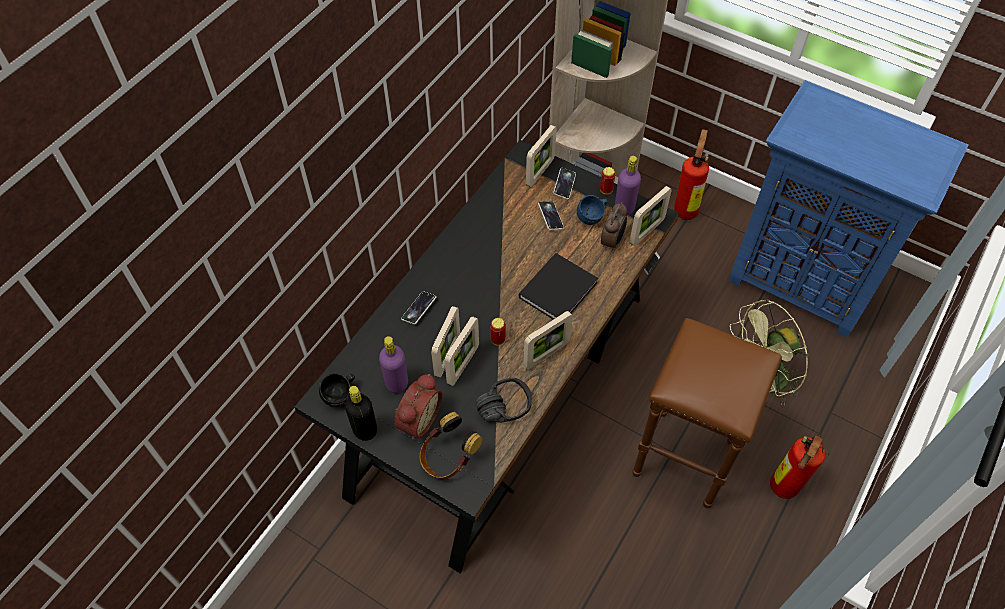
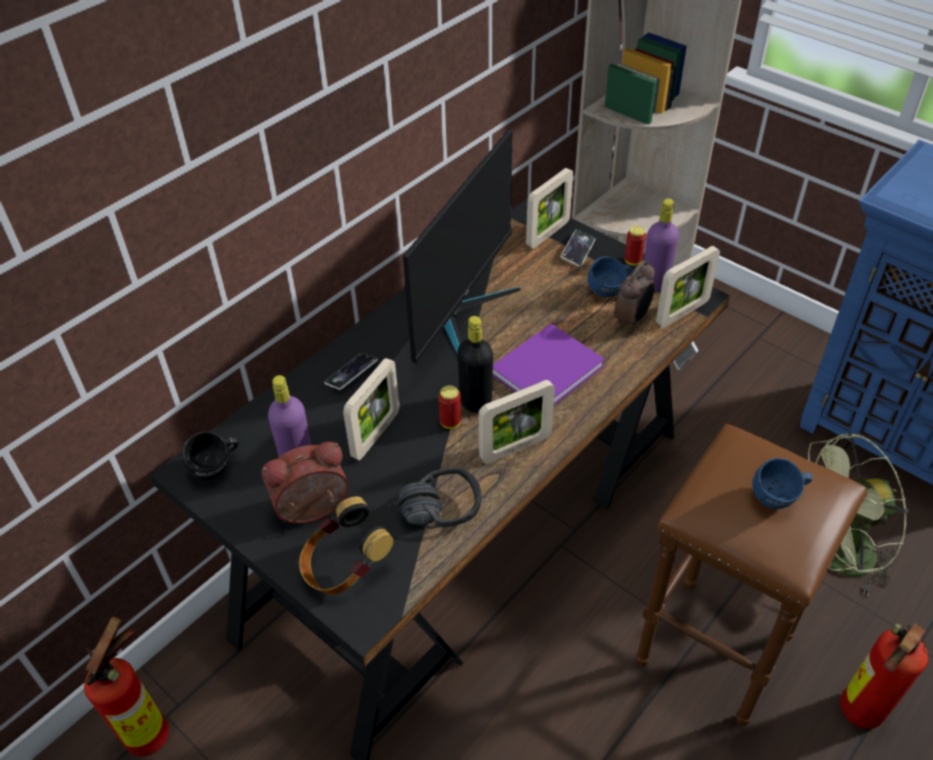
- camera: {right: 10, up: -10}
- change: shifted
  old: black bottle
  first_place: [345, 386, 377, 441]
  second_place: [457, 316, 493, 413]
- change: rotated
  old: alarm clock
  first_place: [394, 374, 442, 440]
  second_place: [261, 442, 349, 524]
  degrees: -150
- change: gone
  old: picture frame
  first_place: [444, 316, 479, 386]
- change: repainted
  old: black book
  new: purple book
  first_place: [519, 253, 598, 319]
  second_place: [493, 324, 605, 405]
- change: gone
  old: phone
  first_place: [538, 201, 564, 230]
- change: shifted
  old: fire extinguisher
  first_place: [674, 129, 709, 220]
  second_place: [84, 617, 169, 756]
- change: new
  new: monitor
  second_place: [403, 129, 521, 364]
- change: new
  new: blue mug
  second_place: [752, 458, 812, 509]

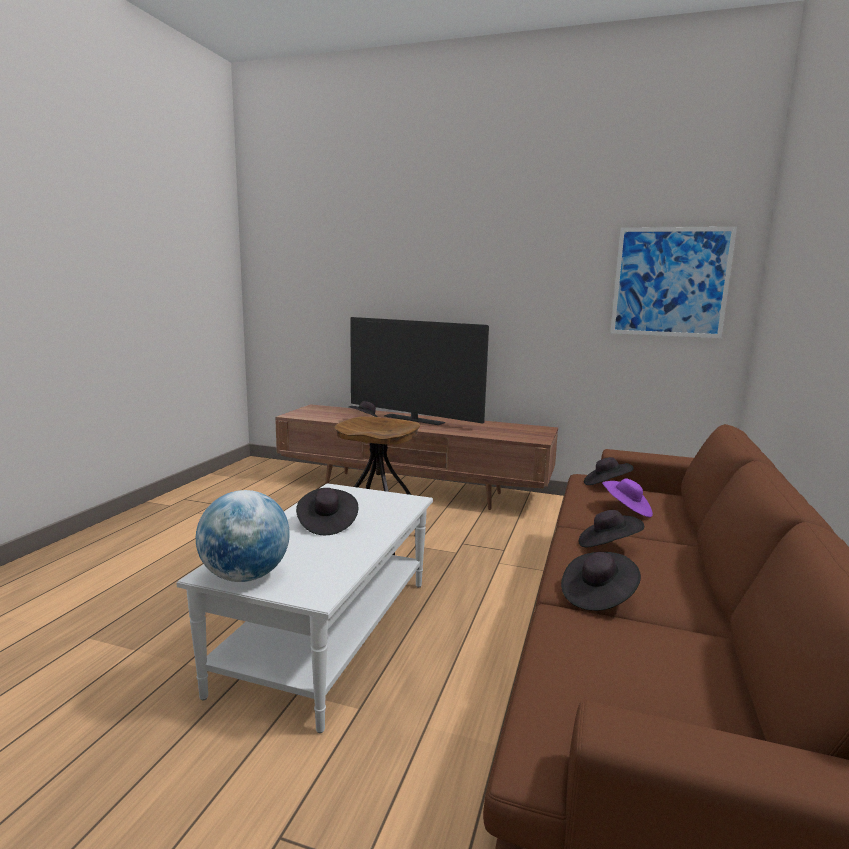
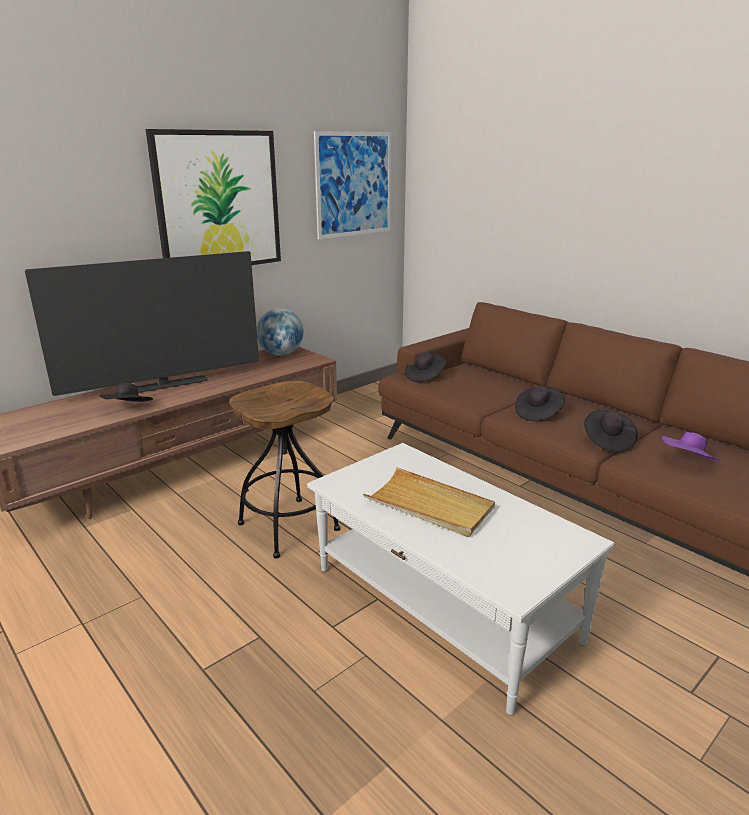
- camera: {right: -60, up: 10}
- change: shifted
  old: globe
  first_place: [196, 490, 290, 582]
  second_place: [257, 308, 304, 356]
- change: swapped
  old: black hat
  new: beige tray
  first_place: [296, 488, 358, 535]
  second_place: [363, 467, 495, 537]
- change: shifted
  old: purple hat
  first_place: [602, 478, 653, 517]
  second_place: [662, 432, 720, 462]
- change: new
  new: picture
  second_place: [146, 129, 281, 265]

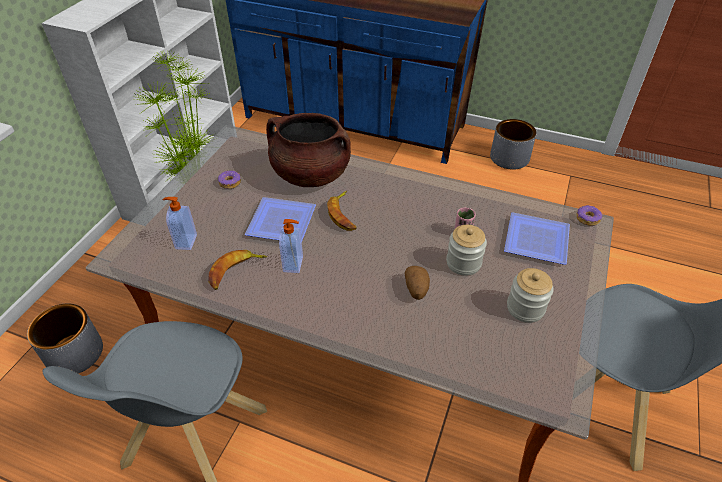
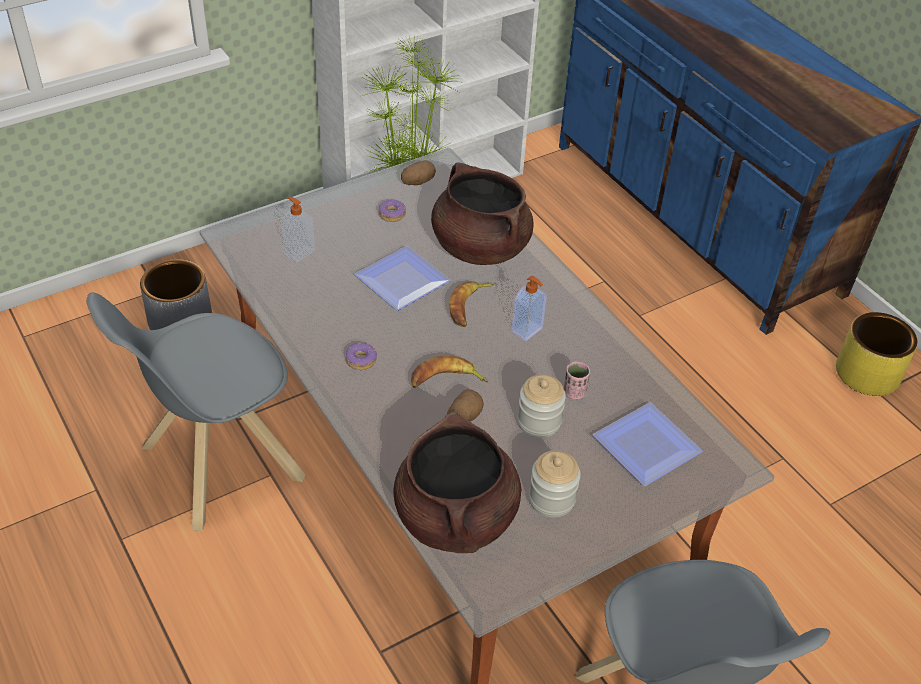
- camera: {right: 35, up: 0}
- change: shifted
  old: banana
  first_place: [208, 250, 267, 290]
  second_place: [411, 355, 488, 388]
- change: shifted
  old: soap dispenser
  first_place: [279, 219, 303, 273]
  second_place: [511, 275, 547, 341]
- change: repainted
  old: grey planter
  new: yellow planter
  first_place: [490, 119, 537, 169]
  second_place: [836, 312, 918, 396]
- change: shifted
  old: donut
  first_place: [577, 205, 602, 226]
  second_place: [346, 343, 377, 370]
- change: new
  new: brown cooking pot
  second_place: [393, 412, 521, 553]
- change: new
  new: potato
  second_place: [401, 160, 436, 185]

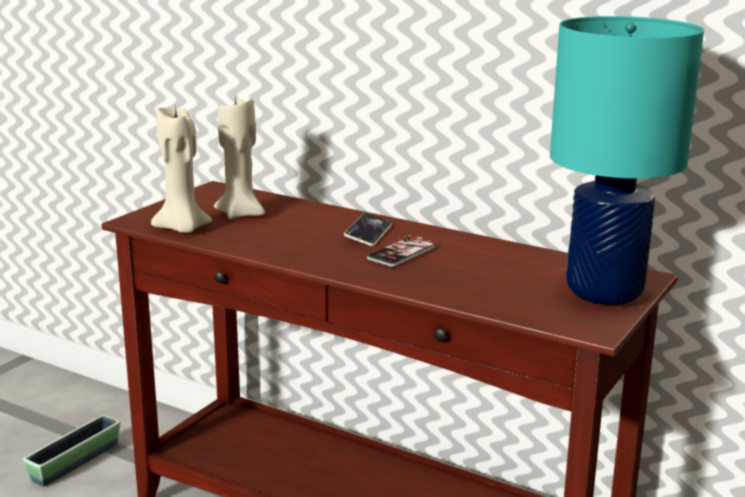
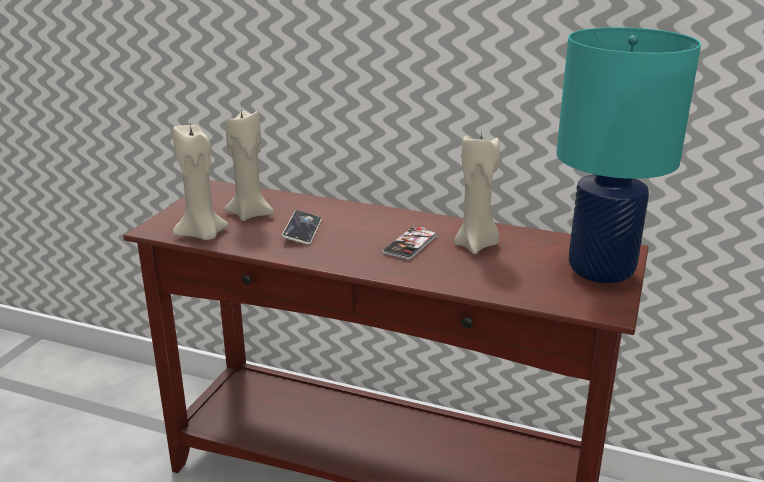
- camera: {right: -10, up: 5}
- change: gone
  old: planter
  first_place: [23, 415, 120, 486]
- change: shifted
  old: phone
  first_place: [344, 213, 392, 246]
  second_place: [282, 210, 322, 245]
- change: new
  new: beige candle
  second_place: [454, 132, 500, 254]

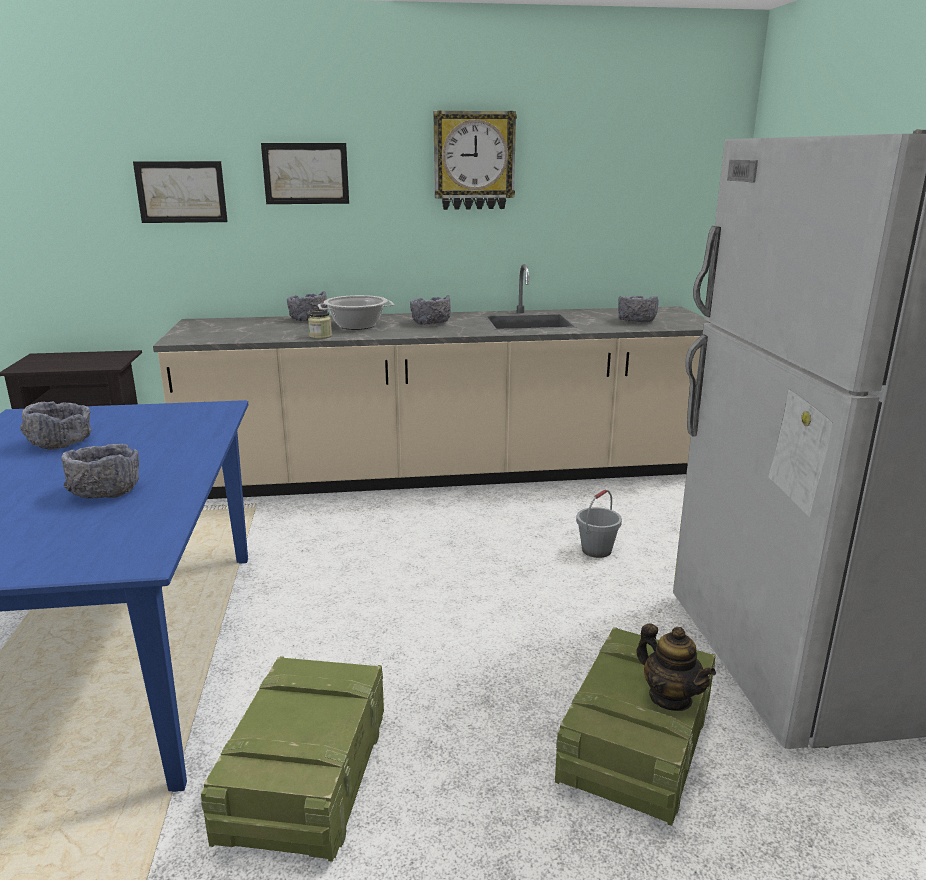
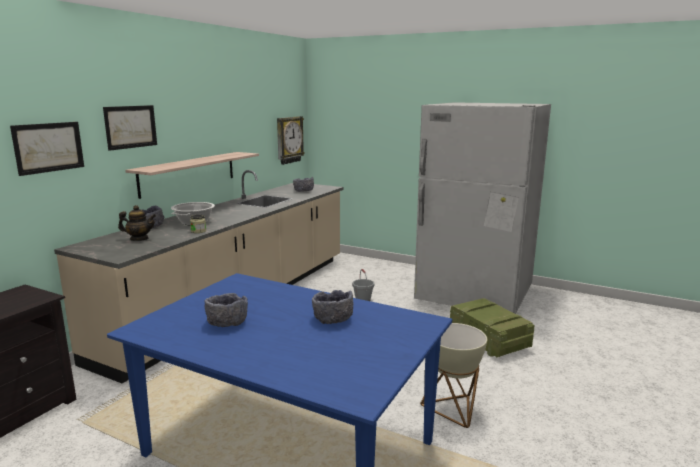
- camera: {right: -55, up: -5}
- change: swapped
  old: crate
  new: planter
  first_place: [201, 656, 384, 862]
  second_place: [420, 323, 487, 428]
- change: gone
  old: grey bowl
  first_place: [410, 295, 451, 325]
- change: shifted
  old: wall clock
  first_place: [433, 110, 517, 210]
  second_place: [277, 116, 305, 165]
- change: shifted
  old: teapot
  first_place: [636, 624, 716, 711]
  second_place: [118, 205, 156, 241]
- change: new
  new: shelf
  second_place: [125, 152, 259, 199]

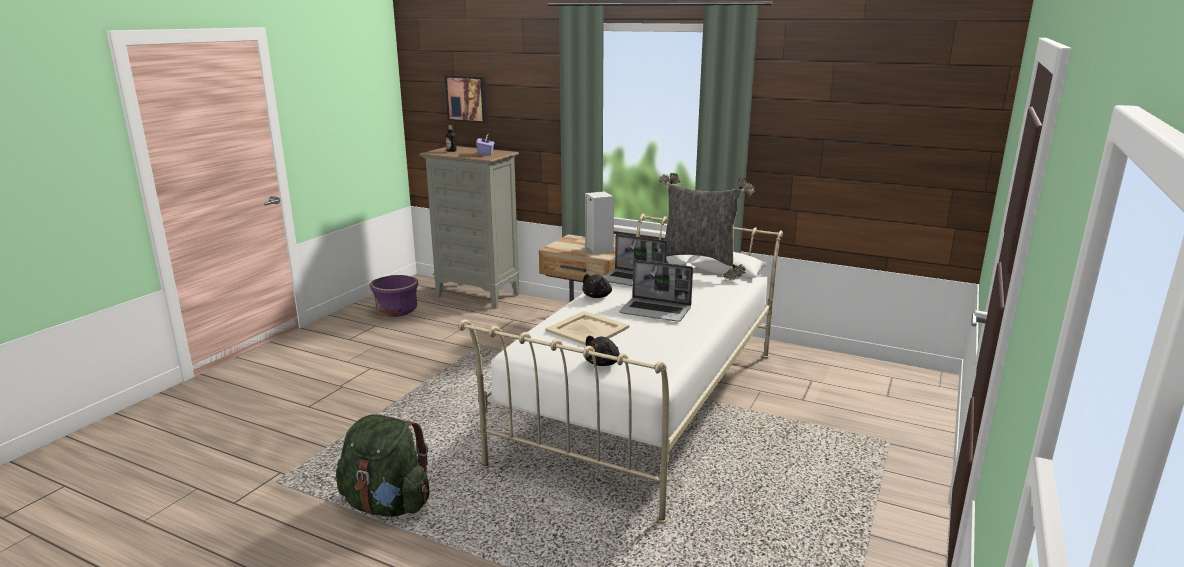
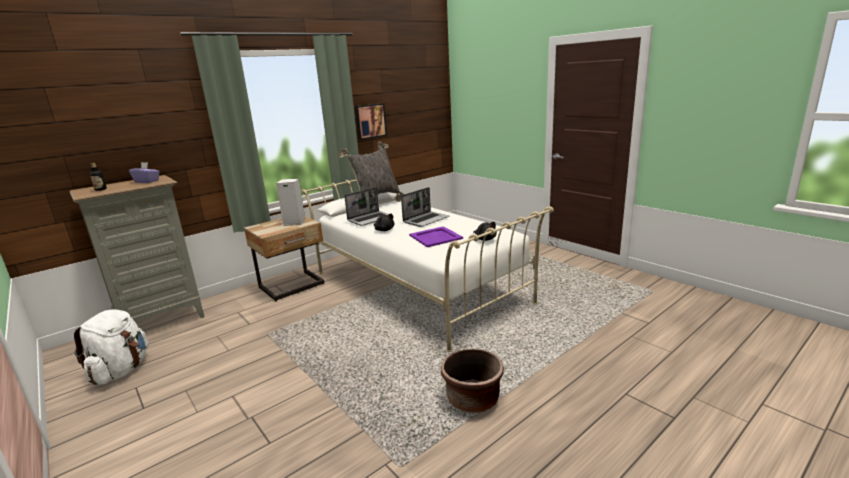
- camera: {right: -65, up: 0}
- change: swapped
  old: green backpack
  new: brown planter
  first_place: [336, 414, 430, 517]
  second_place: [441, 349, 504, 413]
- change: swapped
  old: purple planter
  new: white backpack
  first_place: [370, 275, 418, 317]
  second_place: [74, 309, 149, 385]
- change: shifted
  old: picture
  first_place: [445, 75, 487, 123]
  second_place: [355, 103, 387, 140]
- change: repainted
  old: beige tray
  new: purple tray
  first_place: [545, 311, 629, 345]
  second_place: [409, 226, 463, 247]

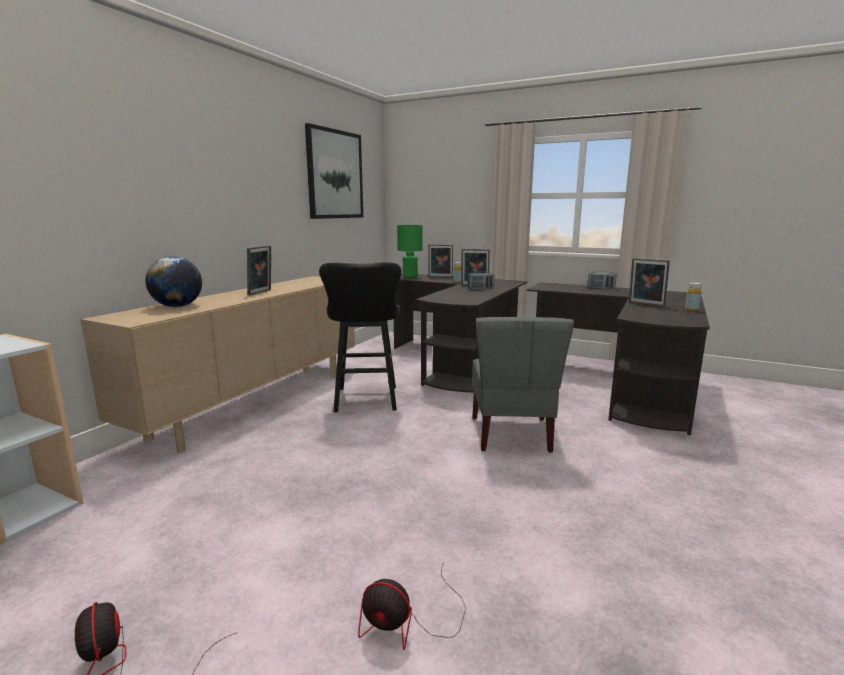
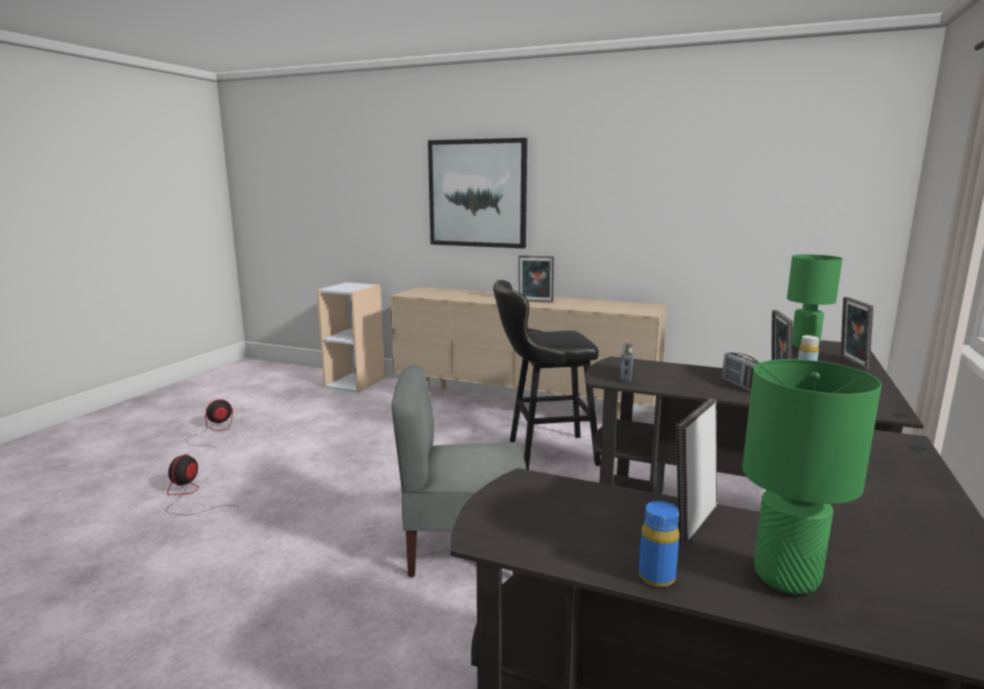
- camera: {right: 85, up: 0}
- change: gone
  old: globe
  first_place: [145, 256, 202, 307]
- change: shifted
  old: picture
  first_place: [305, 123, 363, 219]
  second_place: [428, 138, 527, 248]
- change: shifted
  old: radio
  first_place: [587, 271, 617, 289]
  second_place: [620, 344, 633, 382]
- change: repainted
  old: yellow bottle
  new: blue bottle
  first_place: [685, 282, 702, 311]
  second_place: [639, 501, 680, 588]
- change: new
  new: green table lamp
  second_place: [742, 359, 882, 594]

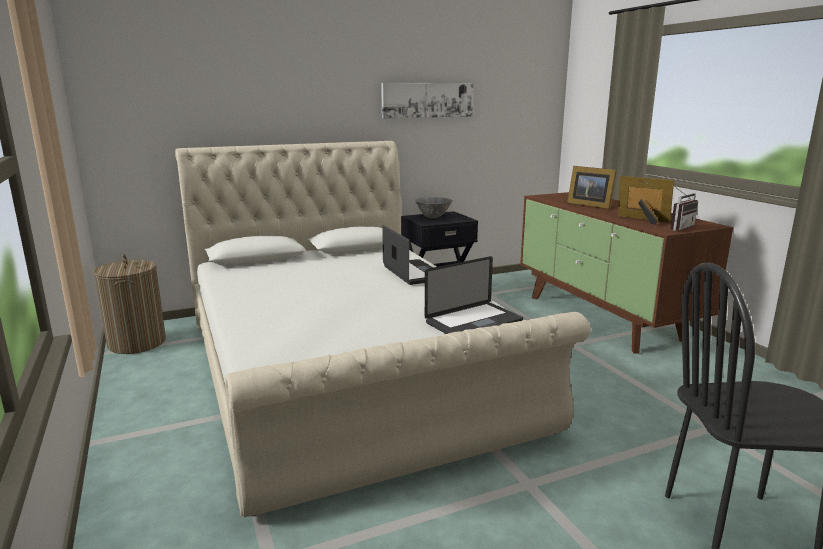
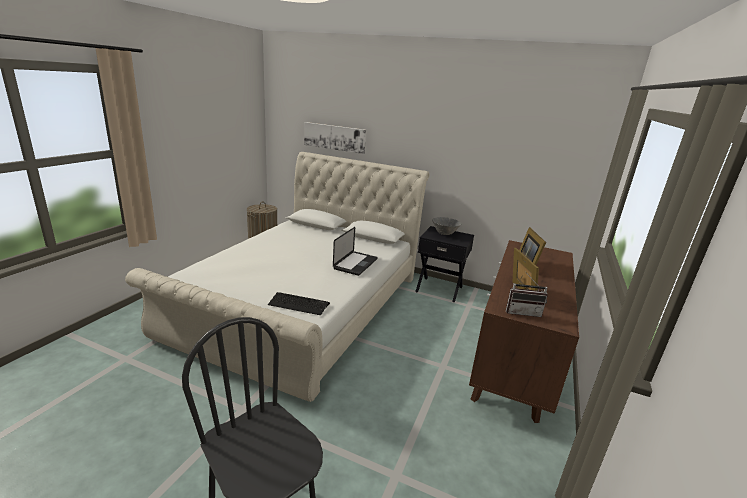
- camera: {right: 45, up: 5}
- change: shifted
  old: picture
  first_place: [381, 83, 473, 119]
  second_place: [304, 122, 366, 154]
- change: swapped
  old: laptop
  new: keyboard
  first_place: [425, 256, 523, 334]
  second_place: [268, 292, 330, 315]

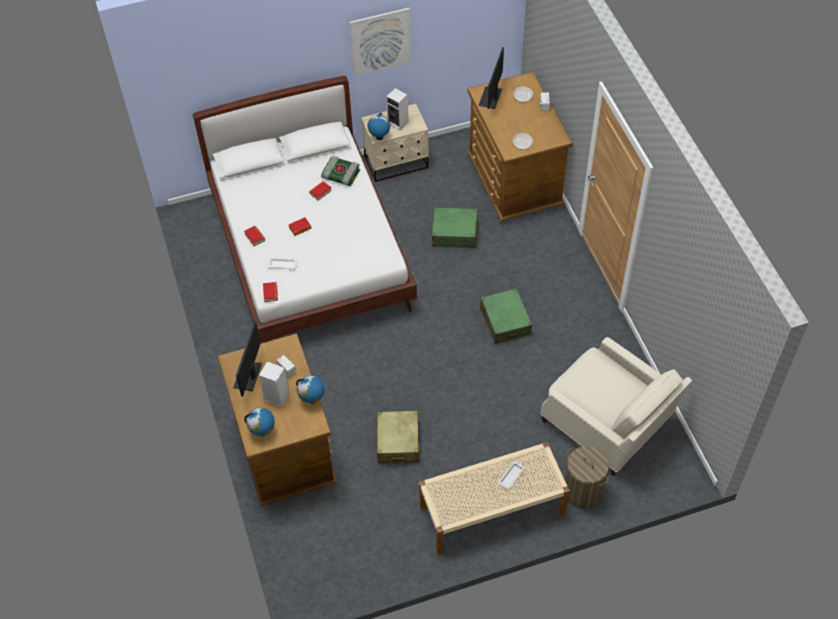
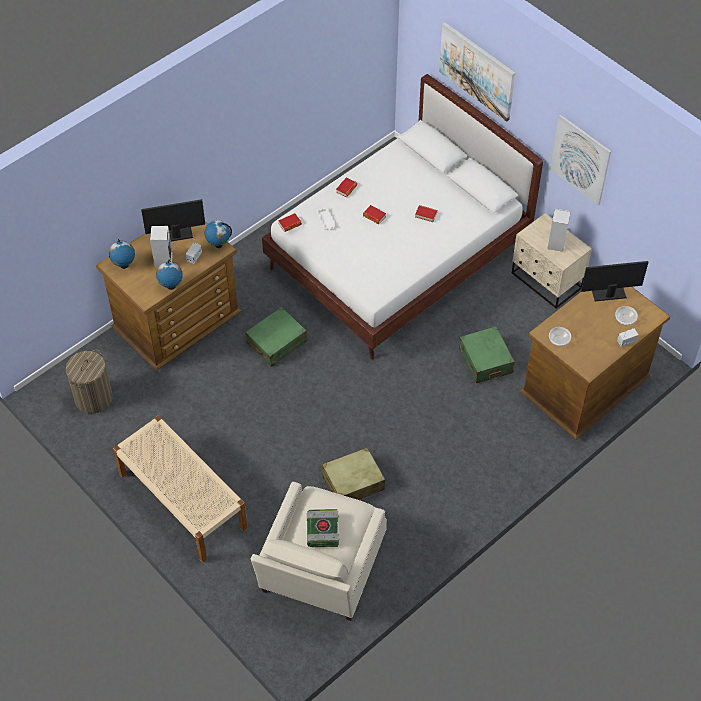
- camera: {right: 65, up: 0}
- change: shifted
  old: book
  first_place: [321, 156, 360, 186]
  second_place: [307, 509, 339, 547]
- change: shifted
  old: globe
  first_place: [368, 113, 390, 140]
  second_place: [205, 220, 232, 248]
- change: shifted
  old: beige suitcase
  first_place: [375, 410, 419, 464]
  second_place: [322, 447, 385, 500]
- change: shifted
  old: green suitcase
  first_place: [480, 288, 532, 344]
  second_place: [245, 307, 307, 367]
- change: gone
  old: white tray
  first_place: [498, 461, 525, 490]
- change: shifted
  old: laundry basket
  first_place: [565, 446, 609, 509]
  second_place: [66, 349, 113, 414]
- change: new
  new: picture
  second_place: [439, 22, 515, 122]

